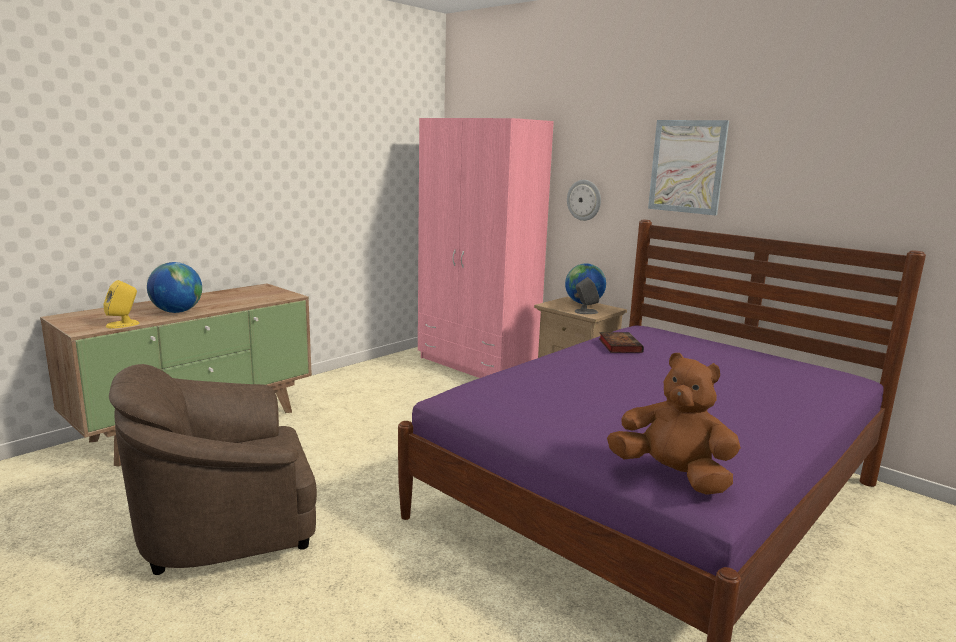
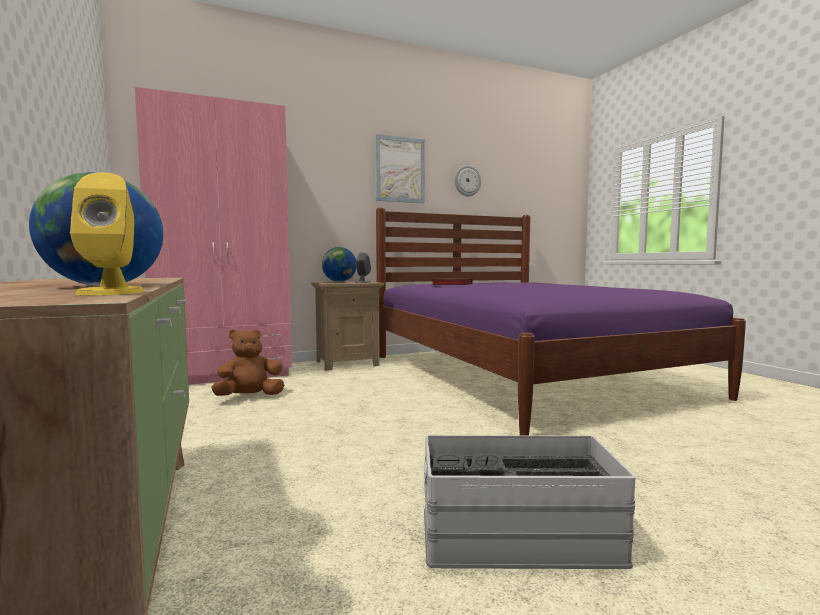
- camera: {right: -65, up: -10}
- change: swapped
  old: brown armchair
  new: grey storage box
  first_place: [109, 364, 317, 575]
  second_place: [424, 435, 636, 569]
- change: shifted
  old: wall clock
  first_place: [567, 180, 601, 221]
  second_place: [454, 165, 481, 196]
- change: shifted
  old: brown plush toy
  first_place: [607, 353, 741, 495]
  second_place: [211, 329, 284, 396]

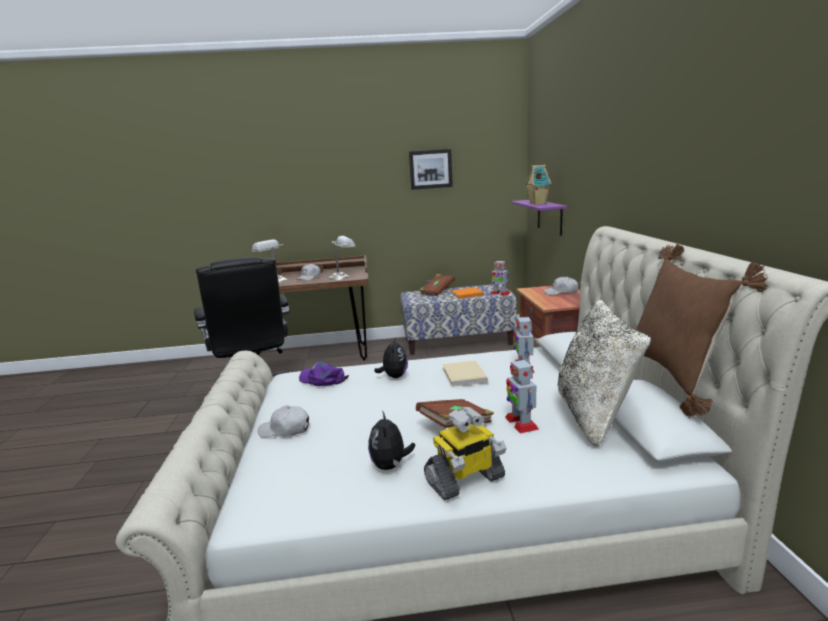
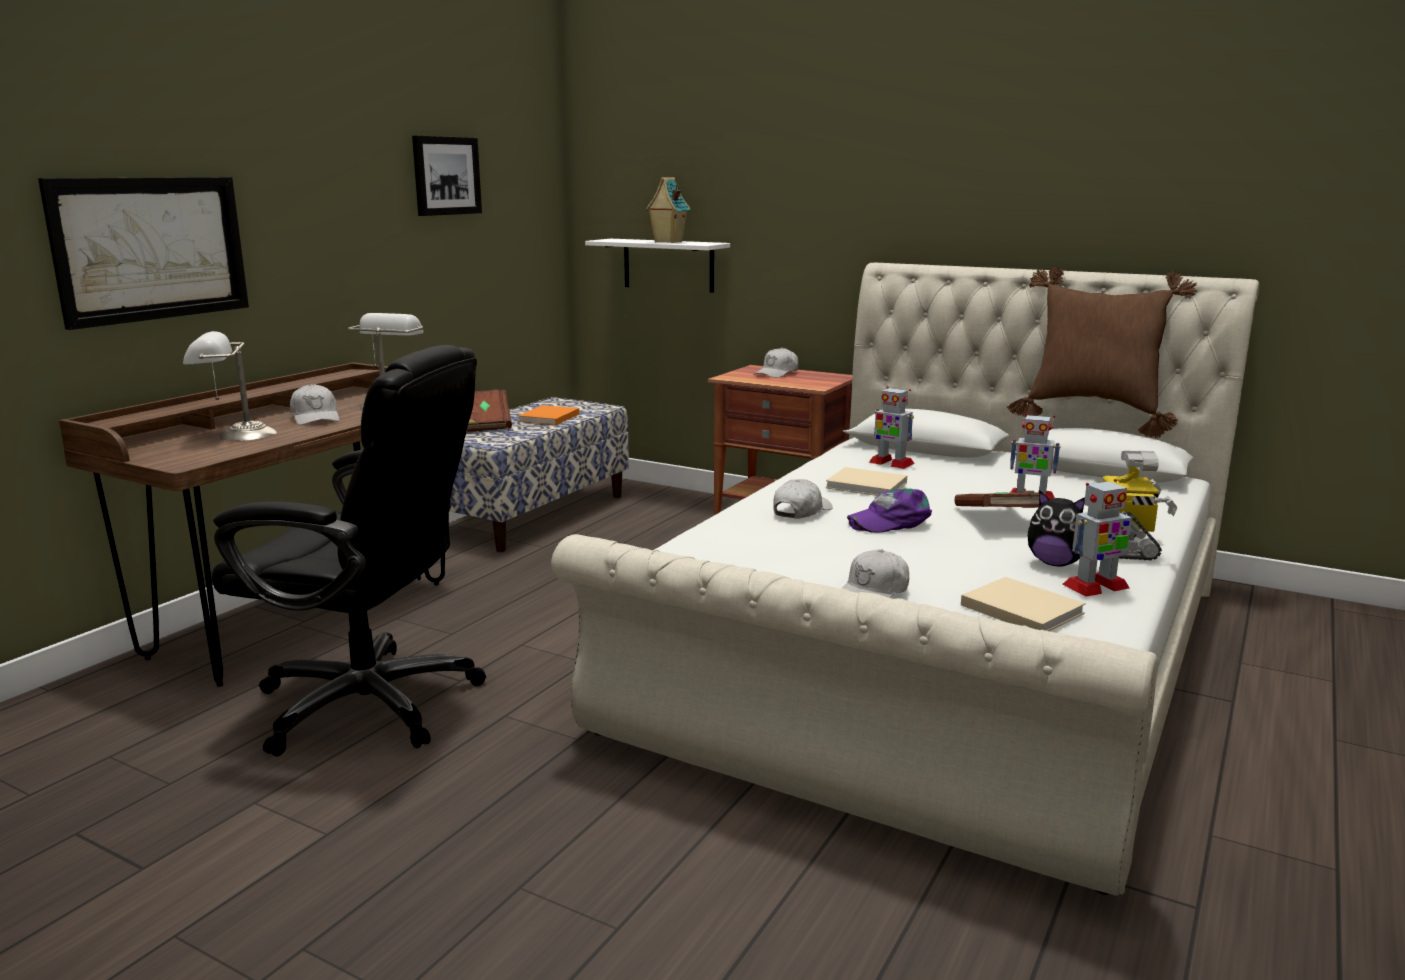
- camera: {right: -55, up: 0}
- change: shifted
  old: purple cap
  first_place: [299, 361, 349, 386]
  second_place: [847, 488, 932, 533]
- change: swapped
  old: plush toy
  new: white cap
  first_place: [374, 339, 408, 378]
  second_place: [773, 479, 833, 519]
- change: shifted
  old: toy robot
  first_place: [491, 260, 510, 296]
  second_place: [1062, 479, 1132, 597]
- change: repainted
  old: purple shelf
  new: white shelf
  first_place: [511, 200, 567, 236]
  second_place: [585, 239, 730, 293]
- change: gone
  old: beige pillow
  first_place: [558, 300, 651, 447]
- change: new
  new: picture
  second_place: [38, 177, 249, 330]
- change: new
  new: beige book
  second_place: [961, 577, 1086, 631]

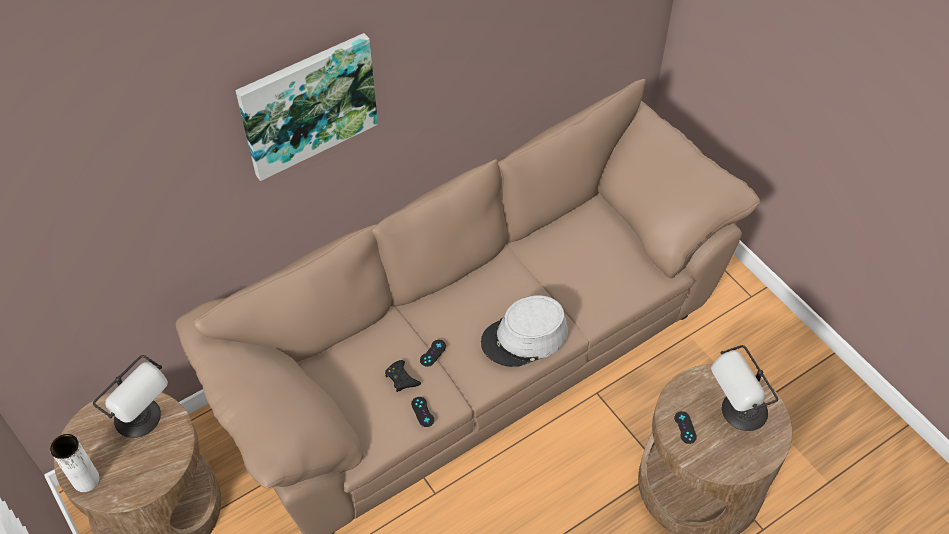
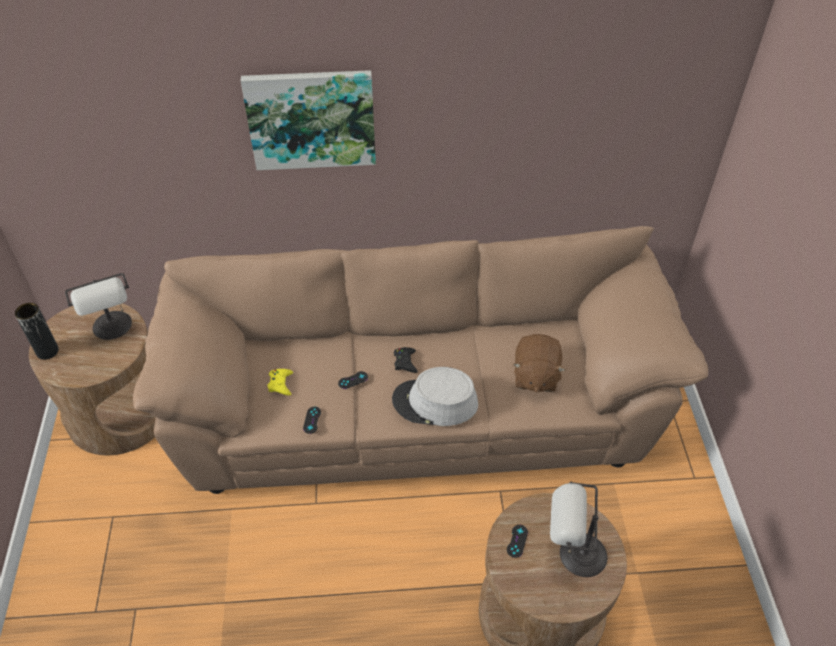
- camera: {right: 30, up: -5}
- change: repainted
  old: white vase
  new: black vase
  first_place: [50, 434, 100, 492]
  second_place: [15, 303, 59, 360]
- change: shifted
  old: black game controller
  first_place: [385, 360, 421, 392]
  second_place: [394, 347, 418, 373]
- change: new
  new: yellow game controller
  second_place: [267, 369, 293, 396]
- change: new
  new: brown plush toy
  second_place: [513, 334, 565, 393]

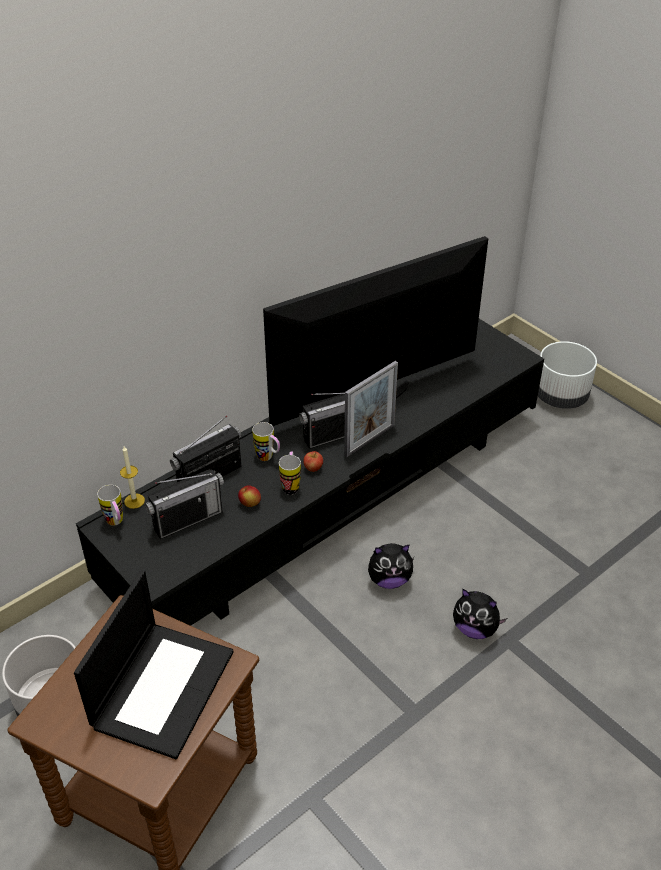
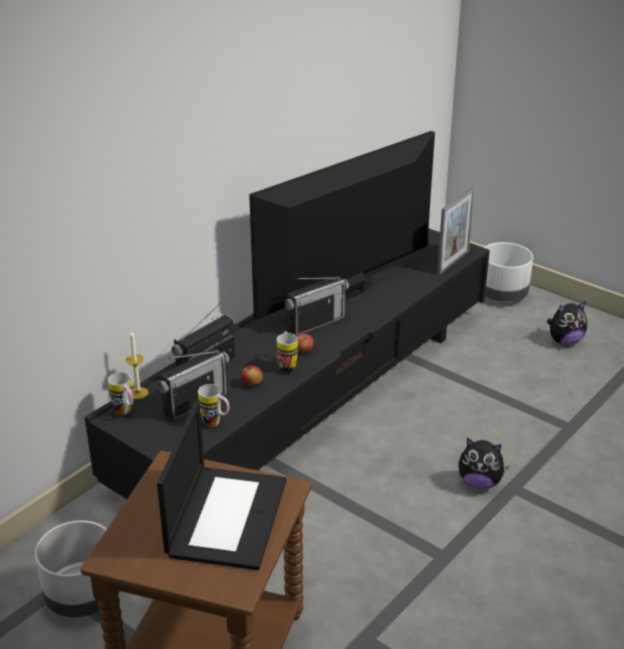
- camera: {right: -10, up: -10}
- change: shifted
  old: mug
  first_place: [252, 422, 280, 461]
  second_place: [198, 384, 229, 427]
- change: shifted
  old: picture frame
  first_place: [344, 361, 398, 457]
  second_place: [437, 187, 475, 275]
- change: shifted
  old: plush toy
  first_place: [368, 543, 414, 589]
  second_place: [547, 301, 587, 345]

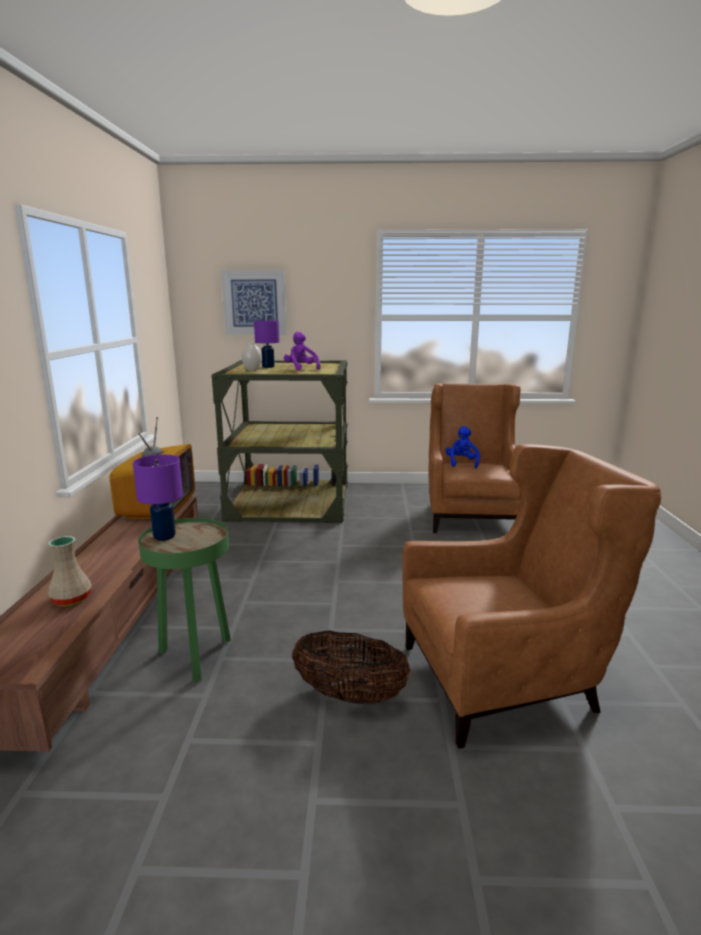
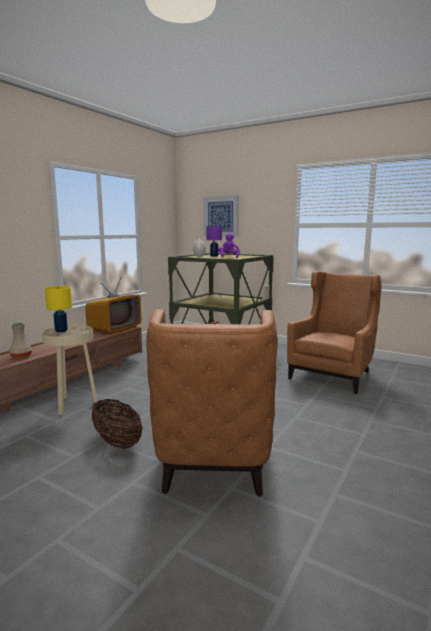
- camera: {right: 30, up: -5}
- change: repainted
  old: purple table lamp
  new: yellow table lamp
  first_place: [133, 454, 183, 541]
  second_place: [45, 286, 72, 332]
- change: repainted
  old: green side table
  new: beige side table
  first_place: [138, 518, 231, 682]
  second_place: [42, 325, 98, 415]
- change: rotated
  old: brown armchair
  first_place: [403, 444, 661, 749]
  second_place: [146, 309, 278, 497]
  degrees: 75
- change: gone
  old: blue plush toy
  first_place: [446, 426, 480, 468]

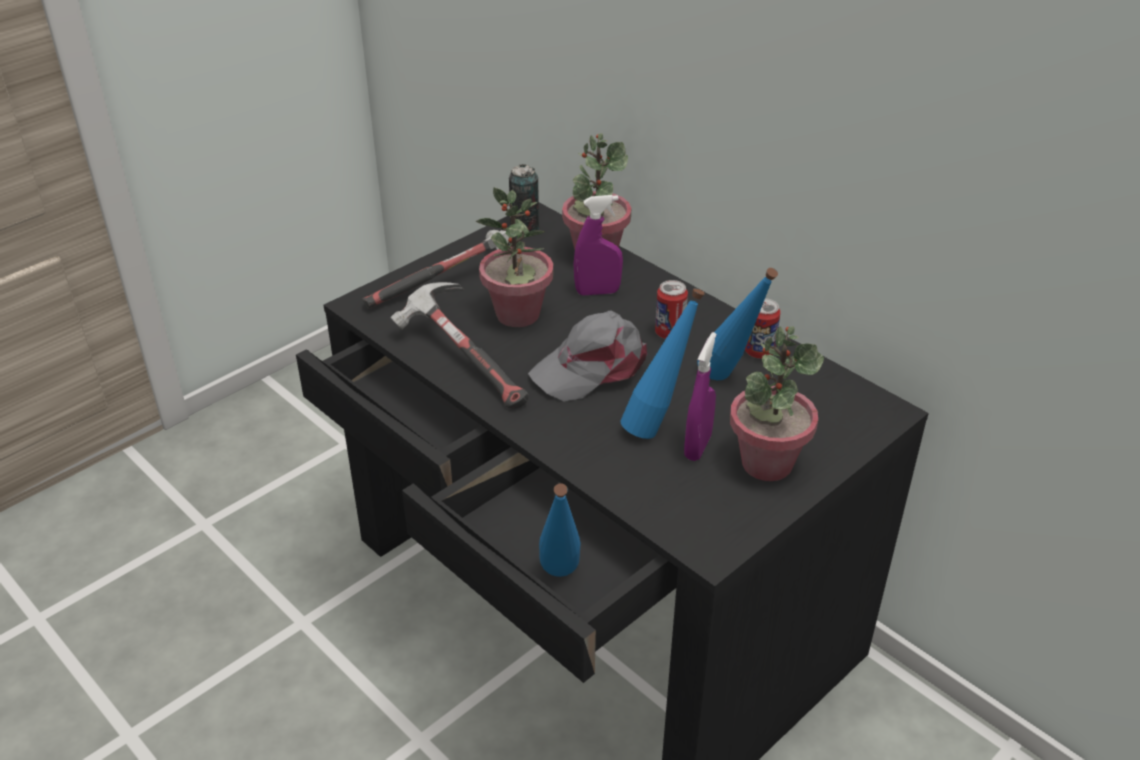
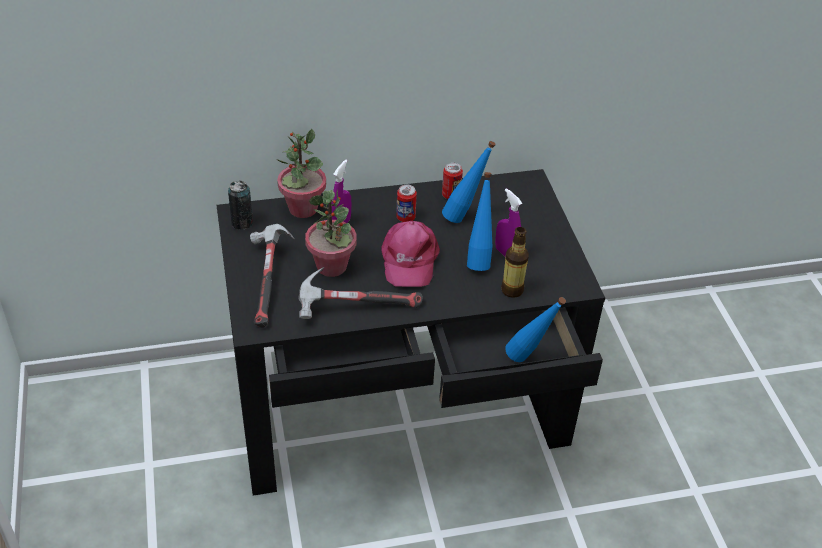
- camera: {right: -60, up: 5}
- change: repainted
  old: grey cap
  new: pink cap
  first_place: [528, 311, 647, 401]
  second_place: [381, 221, 440, 287]
- change: gone
  old: potted plant
  first_place: [730, 326, 824, 481]
- change: new
  new: bottle
  second_place: [501, 227, 529, 298]

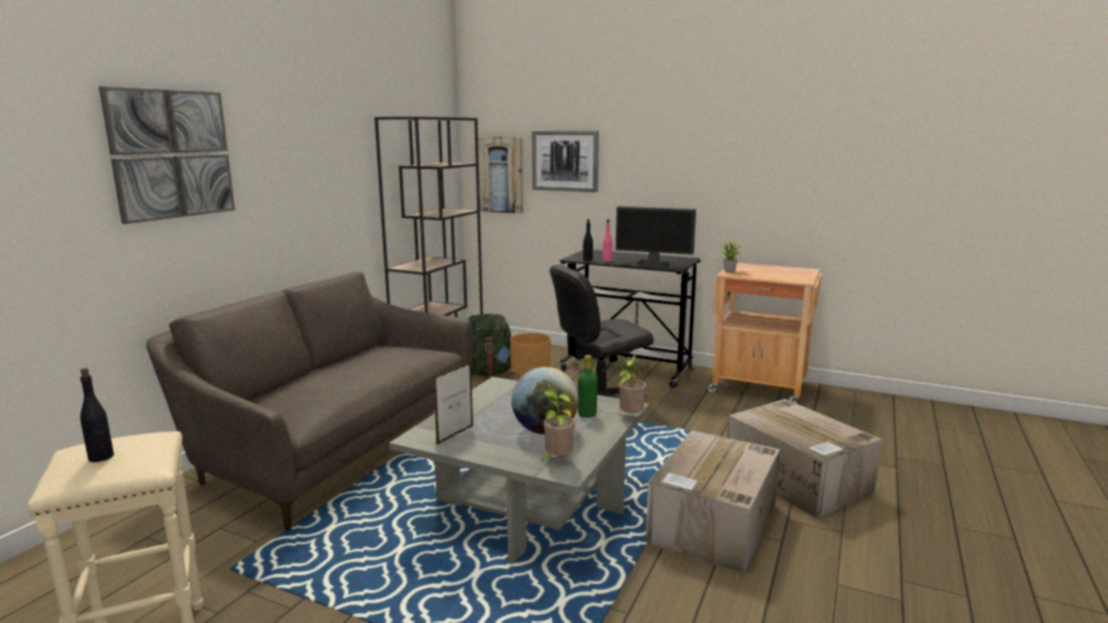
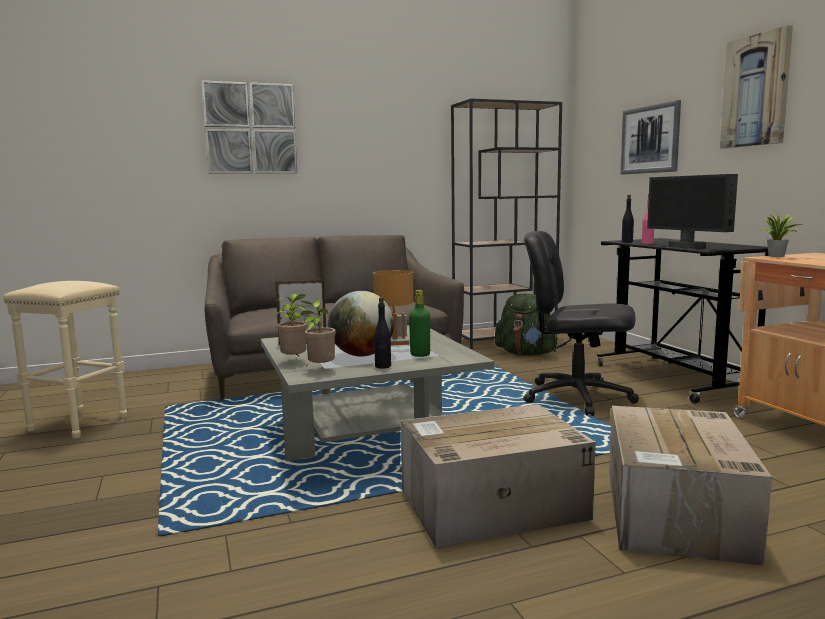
- camera: {right: 45, up: -5}
- change: shifted
  old: black bottle
  first_place: [80, 368, 114, 462]
  second_place: [374, 297, 391, 369]
- change: shifted
  old: picture
  first_place: [478, 137, 523, 214]
  second_place: [720, 25, 793, 149]
- change: shifted
  old: potted plant
  first_place: [618, 354, 646, 413]
  second_place: [276, 294, 307, 356]

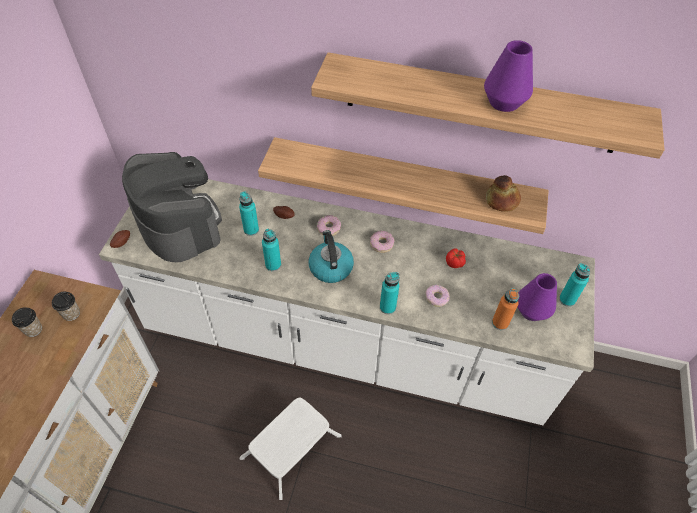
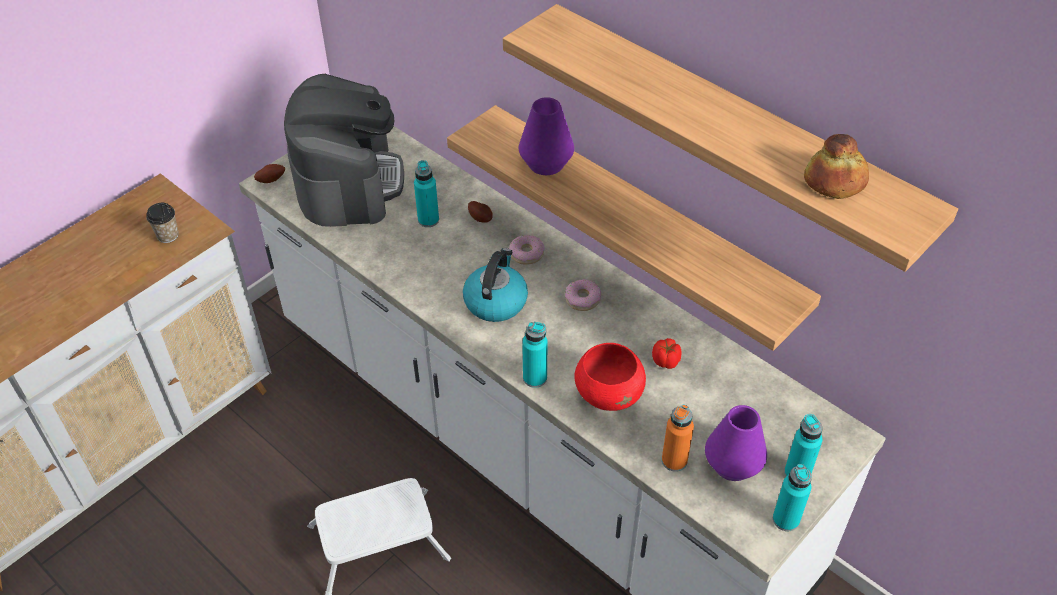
- camera: {right: 30, up: -5}
- change: gone
  old: cup
  first_place: [12, 307, 42, 337]
- change: shifted
  old: turquoise bottle
  first_place: [262, 229, 281, 271]
  second_place: [773, 464, 812, 531]
- change: swapped
  old: donut
  new: red bowl
  first_place: [425, 285, 450, 307]
  second_place: [575, 343, 646, 411]
- change: shifted
  old: purple vase
  first_place: [484, 40, 533, 112]
  second_place: [519, 97, 574, 175]
- change: shifted
  old: bread
  first_place: [486, 175, 521, 212]
  second_place: [804, 134, 869, 199]

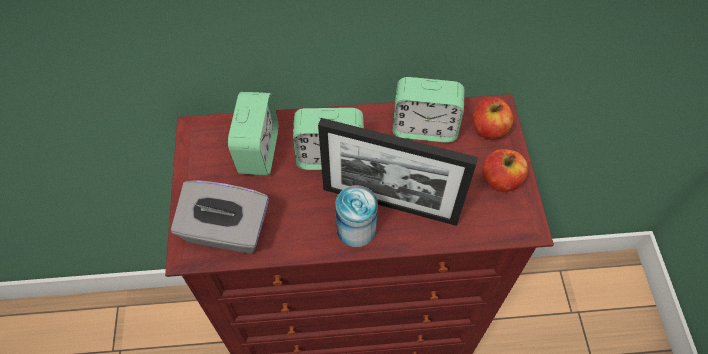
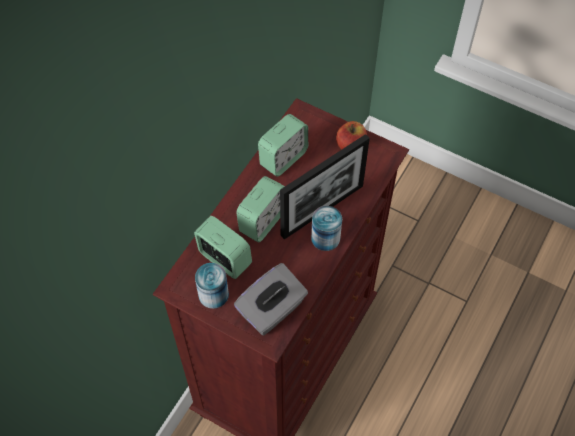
- camera: {right: -55, up: 0}
- change: gone
  old: apple
  first_place: [472, 97, 514, 140]
- change: new
  new: can
  second_place: [195, 263, 229, 309]

